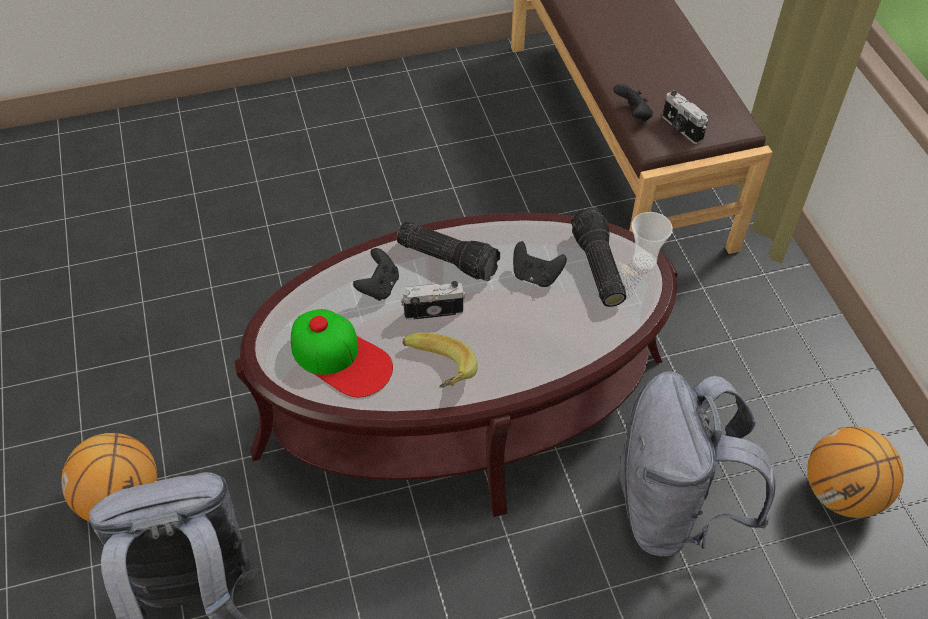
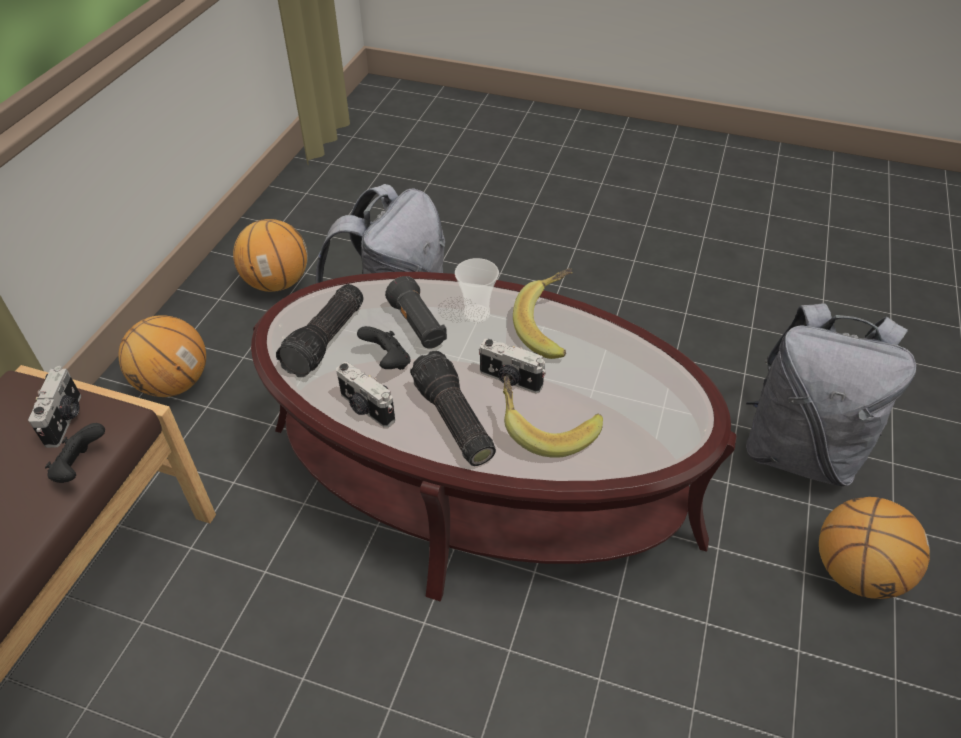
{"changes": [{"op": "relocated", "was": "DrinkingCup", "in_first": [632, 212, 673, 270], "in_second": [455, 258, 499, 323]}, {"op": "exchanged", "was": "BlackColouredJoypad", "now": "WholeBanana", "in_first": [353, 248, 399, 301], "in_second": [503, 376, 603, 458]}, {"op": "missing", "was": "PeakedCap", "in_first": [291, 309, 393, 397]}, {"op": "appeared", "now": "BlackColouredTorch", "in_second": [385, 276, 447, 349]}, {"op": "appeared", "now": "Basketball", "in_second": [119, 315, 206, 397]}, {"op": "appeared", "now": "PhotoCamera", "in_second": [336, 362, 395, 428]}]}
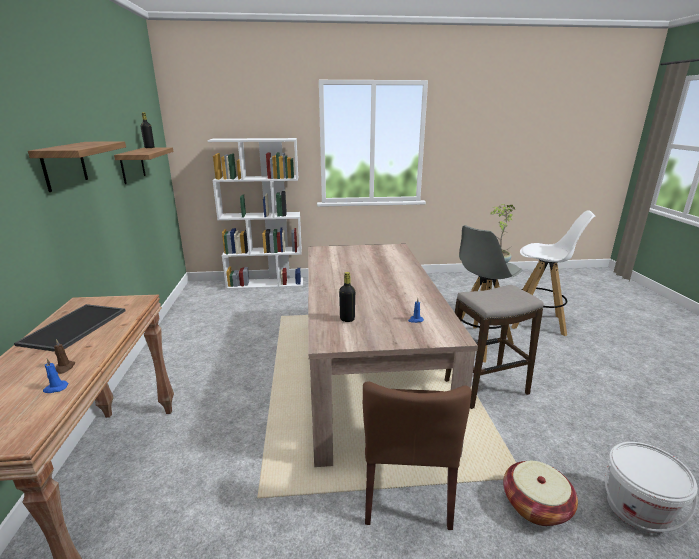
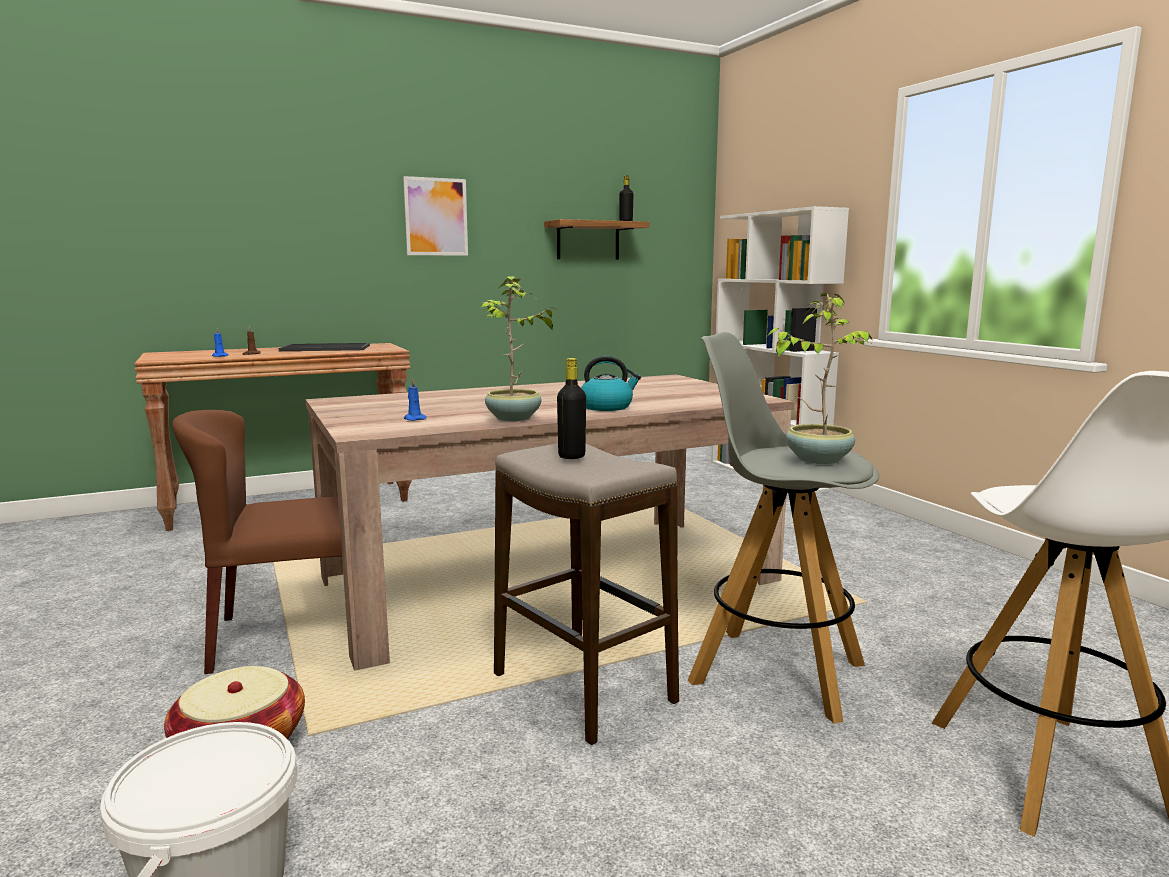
{"changes": [{"op": "exchanged", "was": "Shelf", "now": "WallPicture", "in_first": [28, 141, 126, 192], "in_second": [403, 176, 468, 256]}, {"op": "relocated", "was": "BlackColouredDrinkBottle", "in_first": [339, 272, 355, 322], "in_second": [557, 358, 586, 459]}, {"op": "appeared", "now": "PlantInAPot", "in_second": [481, 276, 555, 421]}, {"op": "appeared", "now": "Kettle", "in_second": [581, 356, 641, 411]}]}
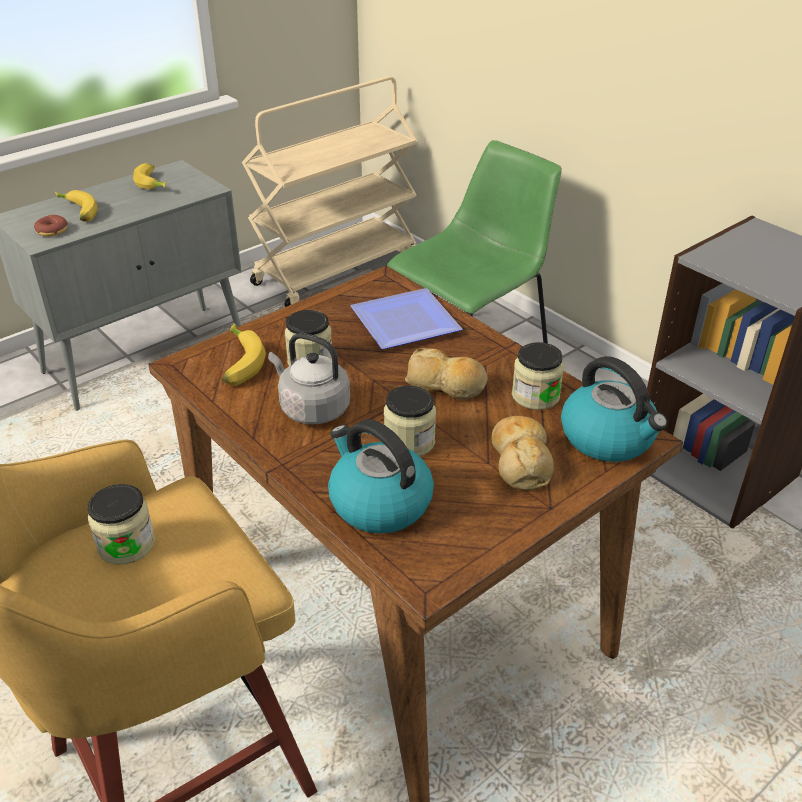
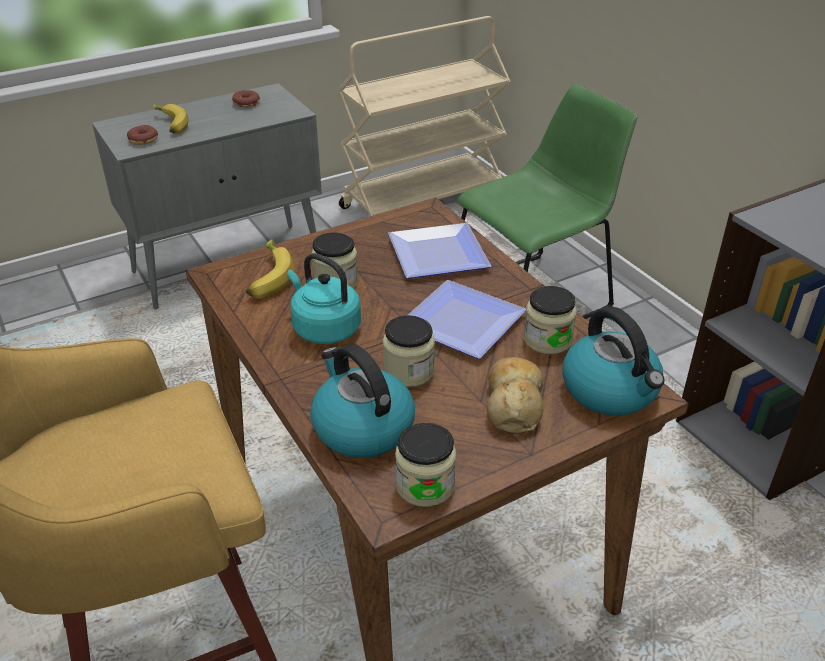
{"changes": [{"op": "exchanged", "was": "WholeBanana", "now": "RingDoughnut", "in_first": [133, 163, 165, 189], "in_second": [232, 90, 260, 107]}, {"op": "colour", "was": "GrayKettle", "now": "TurquoiseKettle", "in_first": [268, 333, 350, 424], "in_second": [287, 253, 361, 344]}, {"op": "exchanged", "was": "BakedBread", "now": "Plate", "in_first": [405, 348, 488, 400], "in_second": [408, 280, 526, 359]}, {"op": "relocated", "was": "StorageJar", "in_first": [87, 484, 155, 565], "in_second": [395, 423, 456, 507]}]}
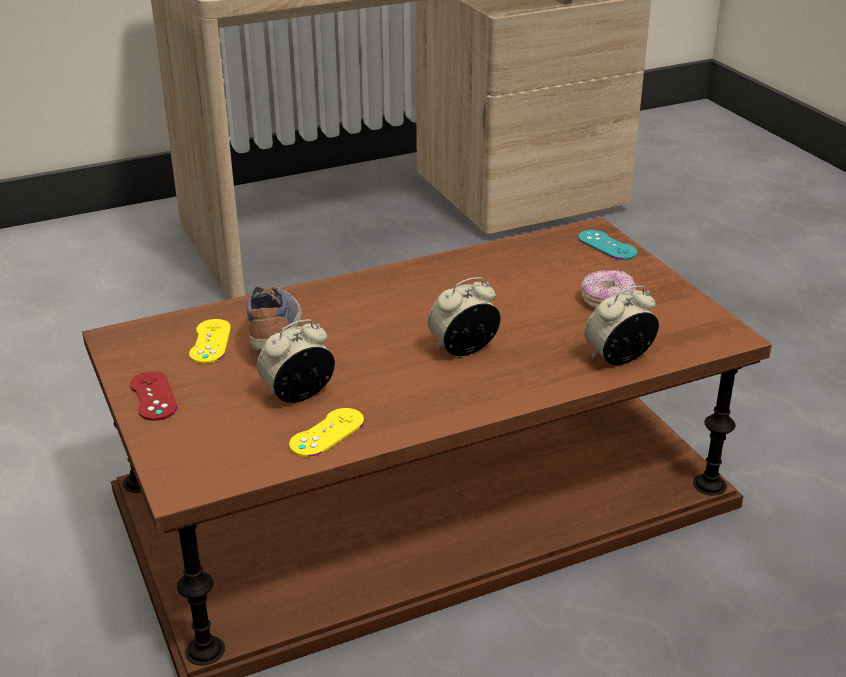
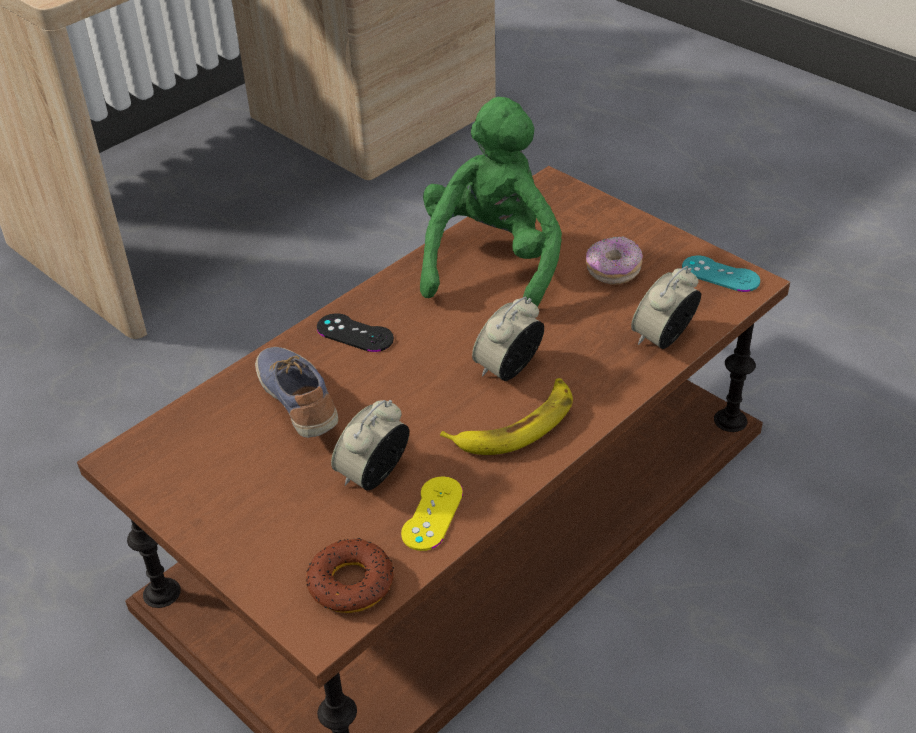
{"changes": [{"op": "relocated", "was": "TurquoiseJoypad", "in_first": [578, 230, 637, 260], "in_second": [682, 256, 760, 292]}, {"op": "missing", "was": "YellowishJoypad", "in_first": [189, 319, 231, 364]}, {"op": "missing", "was": "RedColouredJoypad", "in_first": [130, 371, 177, 421]}, {"op": "appeared", "now": "GreenColouredPlushToy", "in_second": [420, 97, 562, 307]}, {"op": "appeared", "now": "BlackColouredJoypad", "in_second": [317, 313, 394, 352]}, {"op": "appeared", "now": "WholeBanana", "in_second": [440, 378, 573, 455]}, {"op": "appeared", "now": "RingDoughnut", "in_second": [306, 538, 394, 613]}]}
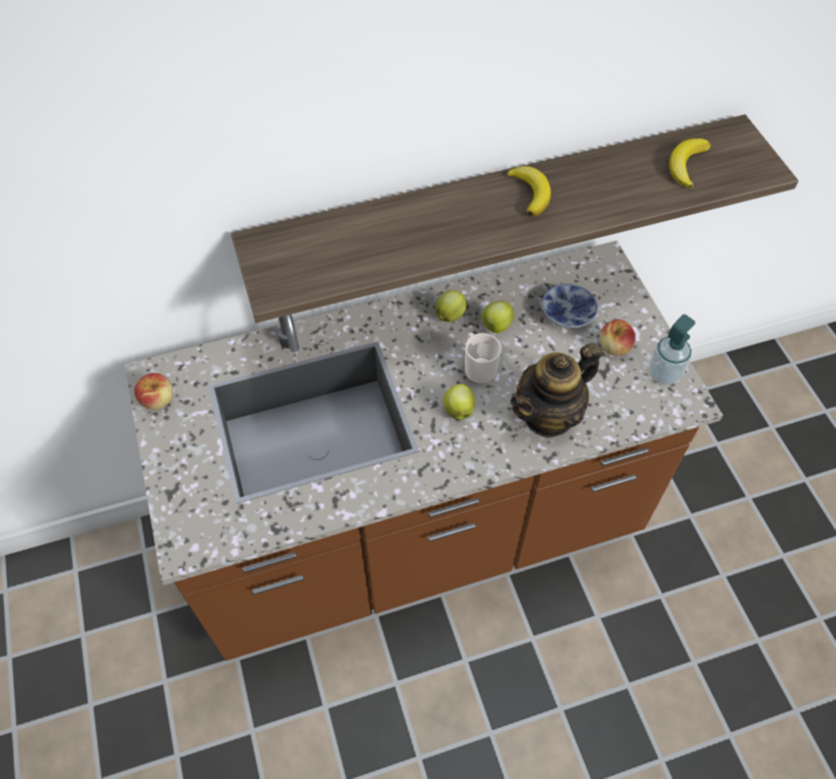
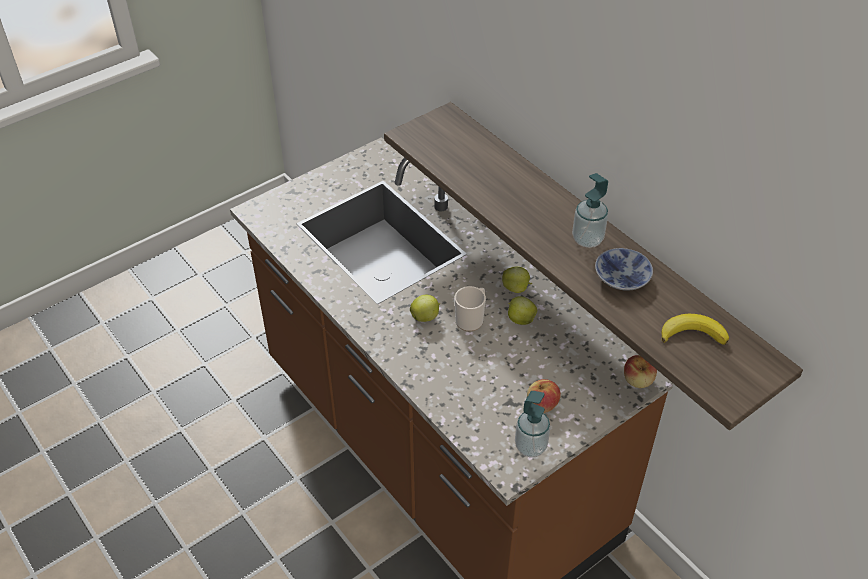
{"changes": [{"op": "exchanged", "was": "WholeBanana", "now": "SoapBottle", "in_first": [506, 166, 551, 216], "in_second": [572, 173, 608, 248]}, {"op": "relocated", "was": "Bowl", "in_first": [542, 284, 598, 328], "in_second": [595, 248, 653, 291]}, {"op": "missing", "was": "PotForTea", "in_first": [510, 343, 601, 438]}, {"op": "relocated", "was": "WholeApple", "in_first": [134, 373, 173, 410], "in_second": [624, 355, 657, 388]}]}
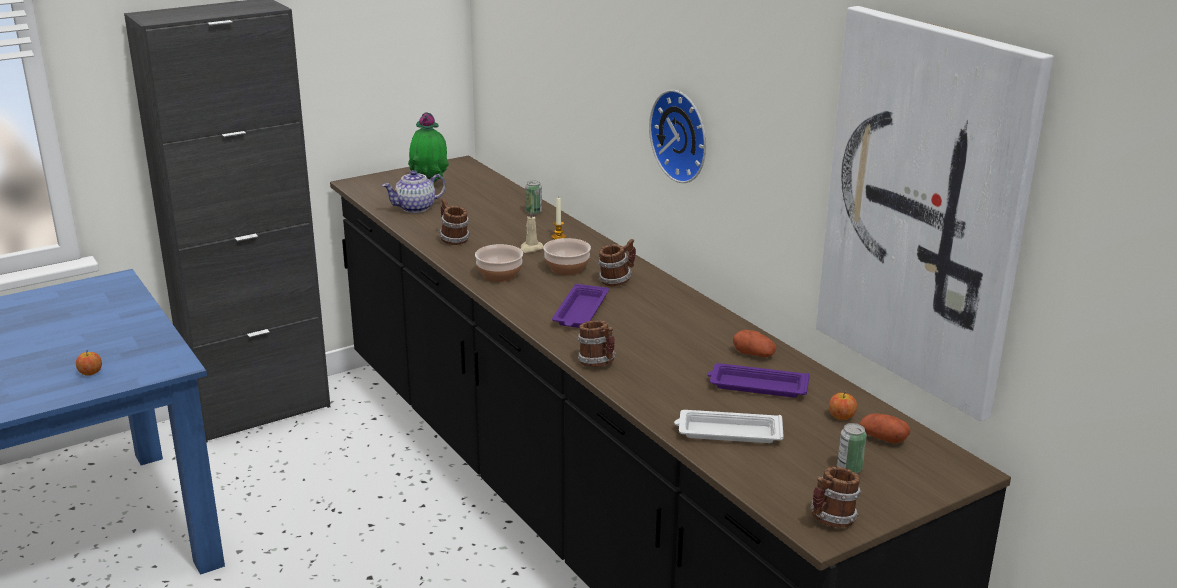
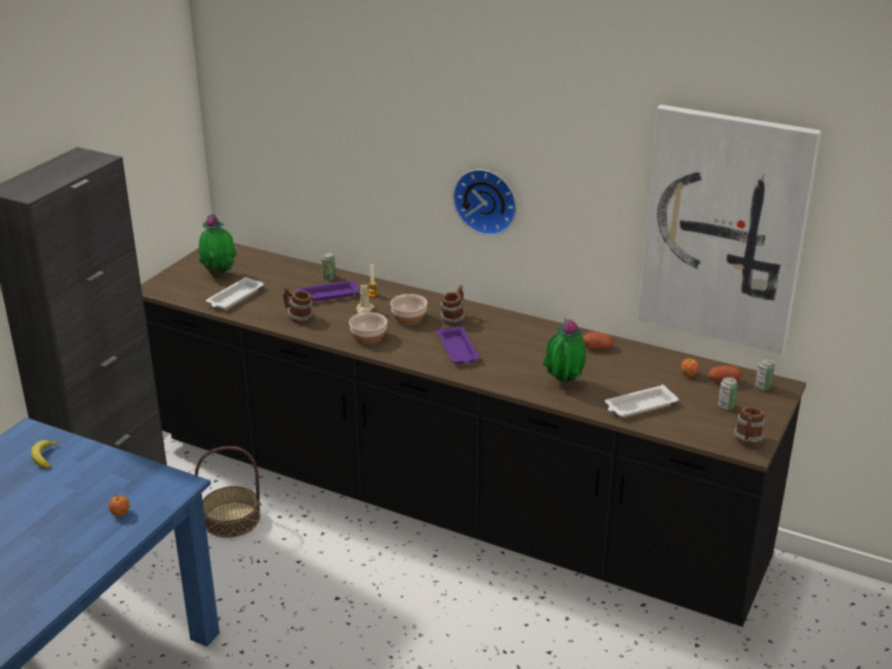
{"changes": [{"op": "exchanged", "was": "PotForTea", "now": "WhiteTray", "in_first": [382, 170, 446, 213], "in_second": [206, 277, 264, 309]}, {"op": "missing", "was": "Mug", "in_first": [578, 320, 616, 367]}, {"op": "relocated", "was": "PurpleColouredTray", "in_first": [707, 363, 810, 398], "in_second": [296, 280, 360, 302]}, {"op": "appeared", "now": "PlantInAPot", "in_second": [543, 318, 586, 383]}, {"op": "appeared", "now": "MetalCan", "in_second": [755, 358, 775, 390]}, {"op": "appeared", "now": "WholeBanana", "in_second": [31, 440, 59, 469]}, {"op": "appeared", "now": "StorageBasket", "in_second": [195, 446, 260, 538]}]}
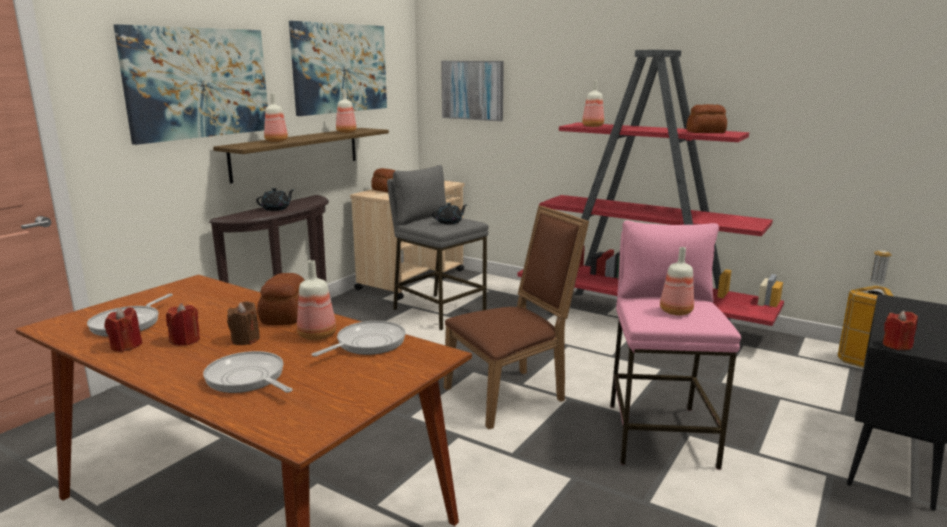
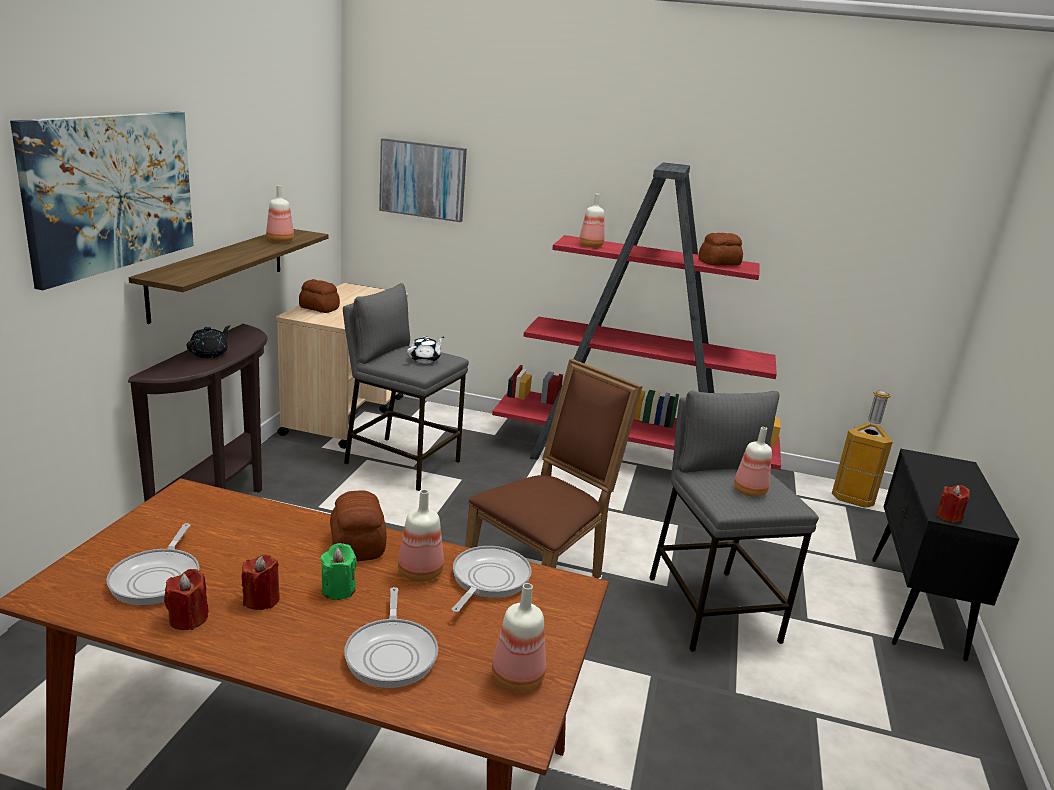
{"changes": [{"op": "missing", "was": "WallPicture", "in_first": [289, 21, 387, 116]}, {"op": "relocated", "was": "DrinkBottle", "in_first": [264, 93, 288, 142], "in_second": [492, 583, 546, 692]}, {"op": "colour", "was": "BlackColouredPotForTea", "now": "WhitePotForTea", "in_first": [432, 203, 467, 224], "in_second": [407, 336, 444, 364]}, {"op": "colour", "was": "PinkStoolSeat", "now": "GrayStoolSeat", "in_first": [610, 220, 741, 470], "in_second": [650, 391, 819, 652]}, {"op": "colour", "was": "BrownColouredCandle", "now": "GreenColouredCandle", "in_first": [227, 301, 260, 345], "in_second": [321, 543, 357, 600]}, {"op": "spun", "was": "Skillet", "in_first": [203, 351, 293, 393], "in_second": [344, 587, 438, 688], "clockwise": -120}]}
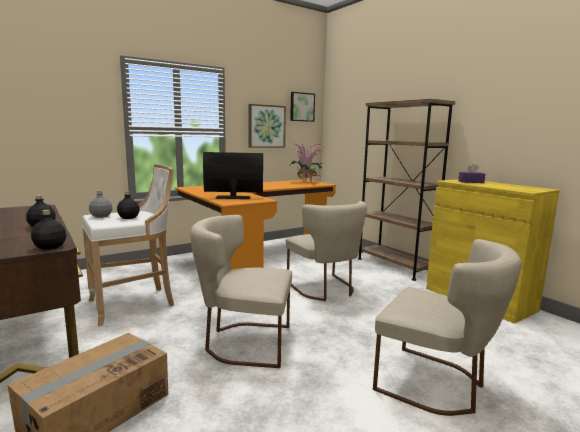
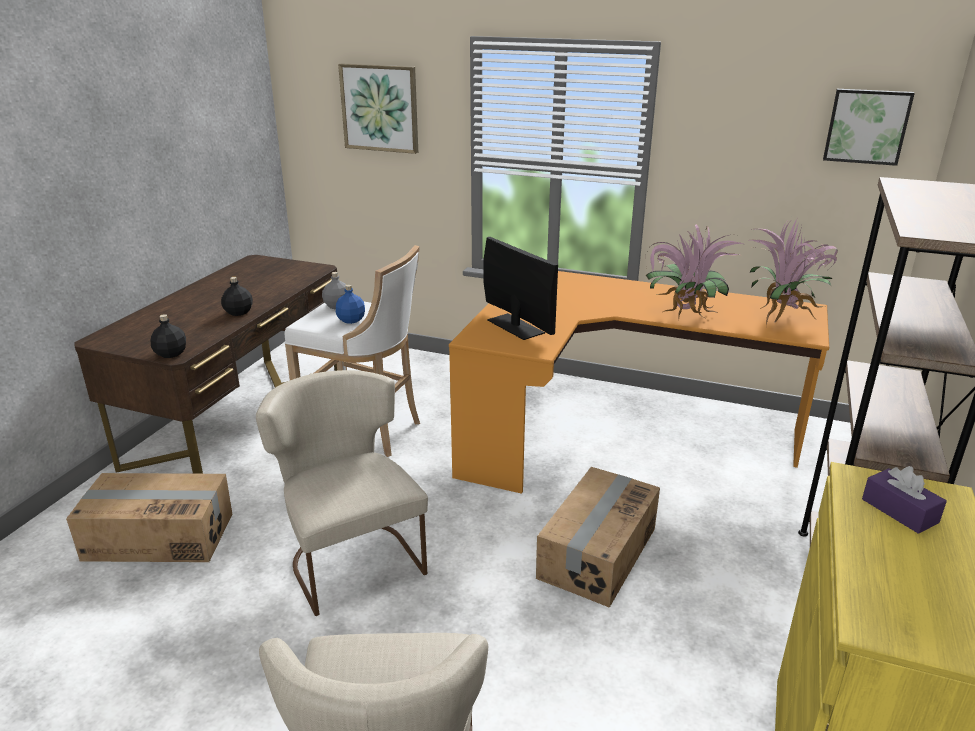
{"changes": [{"op": "relocated", "was": "WallPicture", "in_first": [249, 104, 286, 148], "in_second": [338, 63, 418, 154]}, {"op": "colour", "was": "BlackColouredDrinkBottle", "now": "BlueDrinkBottle", "in_first": [117, 192, 140, 219], "in_second": [336, 285, 365, 324]}, {"op": "exchanged", "was": "SandColouredPlainChair", "now": "Carton", "in_first": [286, 201, 367, 301], "in_second": [536, 467, 660, 608]}, {"op": "appeared", "now": "PlantInAPot", "in_second": [645, 224, 743, 318]}]}
